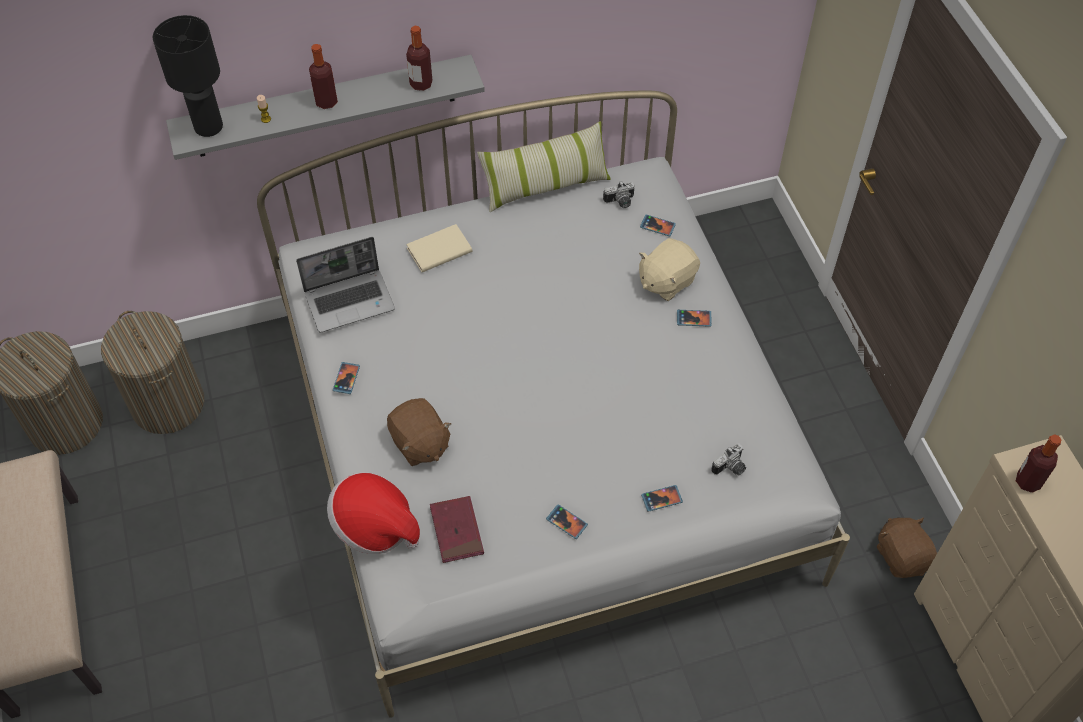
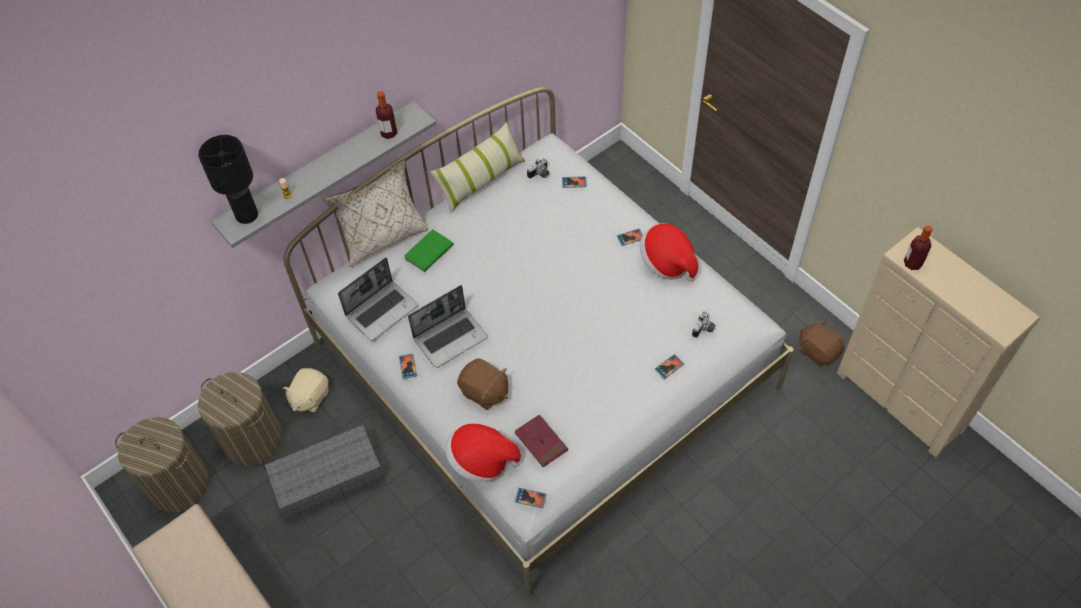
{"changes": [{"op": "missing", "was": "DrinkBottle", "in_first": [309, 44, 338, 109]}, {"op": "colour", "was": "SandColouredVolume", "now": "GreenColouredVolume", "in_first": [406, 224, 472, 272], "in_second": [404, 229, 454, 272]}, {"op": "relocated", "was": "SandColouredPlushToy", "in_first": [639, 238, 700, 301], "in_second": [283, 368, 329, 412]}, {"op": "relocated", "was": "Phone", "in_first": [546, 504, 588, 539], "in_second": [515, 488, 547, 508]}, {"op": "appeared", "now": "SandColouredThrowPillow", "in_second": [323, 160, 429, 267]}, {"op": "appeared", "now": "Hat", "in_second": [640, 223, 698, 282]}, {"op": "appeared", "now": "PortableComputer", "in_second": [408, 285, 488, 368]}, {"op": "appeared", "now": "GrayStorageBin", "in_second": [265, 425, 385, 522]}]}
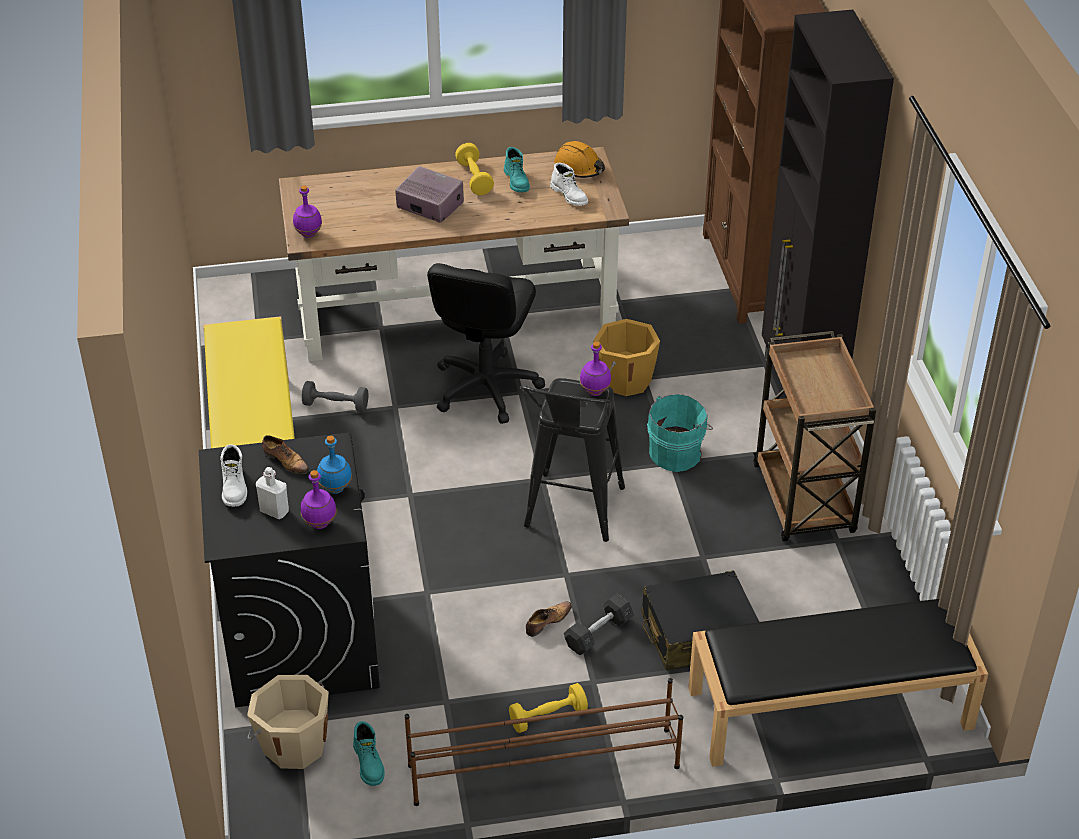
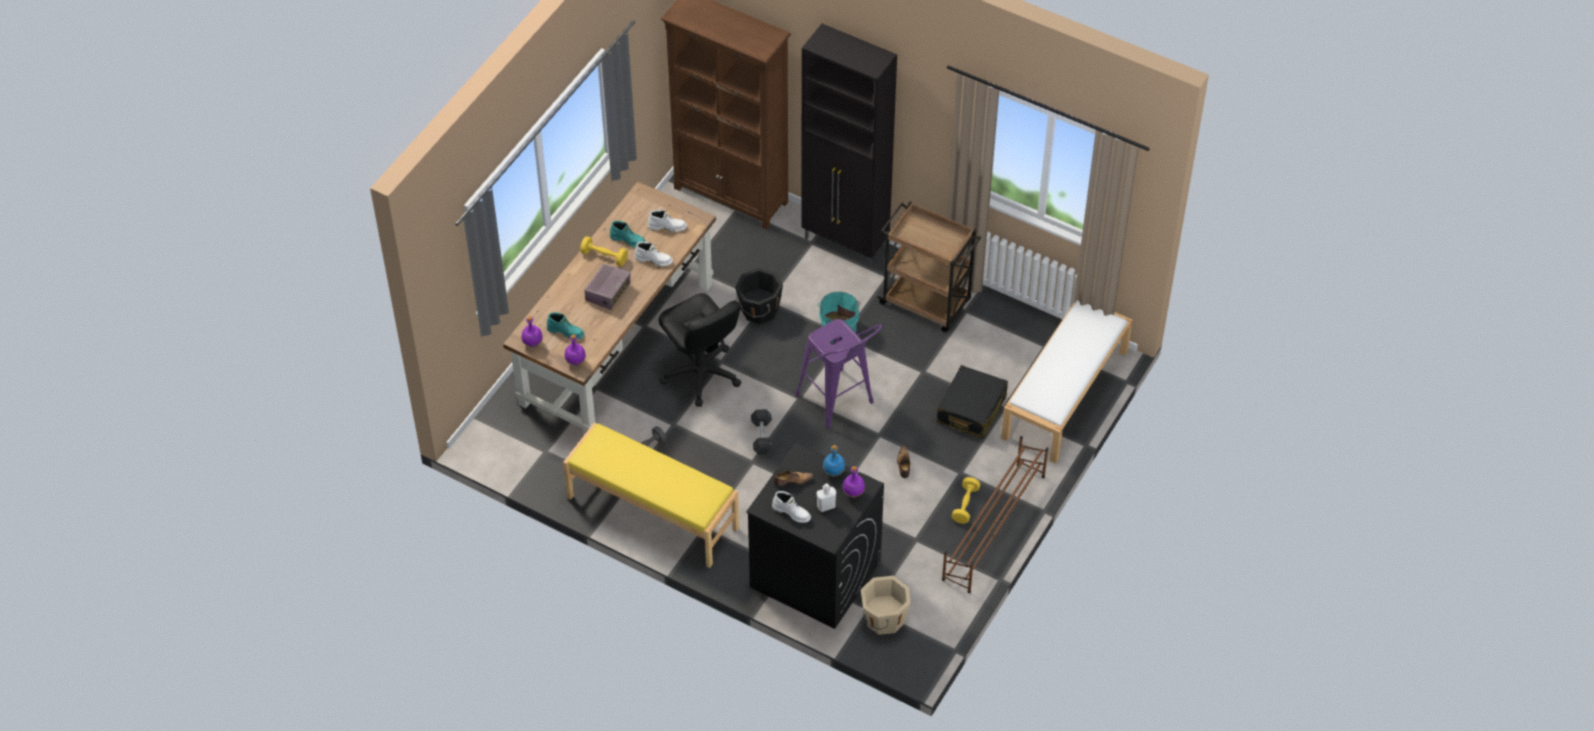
{"changes": [{"op": "missing", "was": "OrangeHardHat", "in_first": [554, 141, 605, 178]}, {"op": "spun", "was": "RadioReceiver", "in_first": [395, 166, 464, 223], "in_second": [584, 264, 631, 310], "clockwise": 135}, {"op": "colour", "was": "OrangePail", "now": "BlackColouredPail", "in_first": [593, 319, 660, 396], "in_second": [735, 268, 783, 324]}, {"op": "relocated", "was": "PurpleColouredDrinkBottle", "in_first": [580, 342, 611, 396], "in_second": [522, 316, 543, 348]}, {"op": "colour", "was": "BlackColouredStoolSeat", "now": "PurpleColouredStoolSeat", "in_first": [520, 378, 625, 542], "in_second": [796, 319, 882, 429]}, {"op": "relocated", "was": "GrayHandWeight", "in_first": [564, 593, 634, 656], "in_second": [751, 409, 774, 455]}, {"op": "colour", "was": "BlackColouredIndoorBench", "now": "WhiteIndoorBench", "in_first": [688, 599, 988, 767], "in_second": [1001, 300, 1133, 464]}, {"op": "relocated", "was": "TurquoiseTallBoot", "in_first": [353, 721, 385, 786], "in_second": [547, 312, 584, 339]}, {"op": "appeared", "now": "WhiteTallBoot", "in_second": [634, 241, 673, 266]}]}
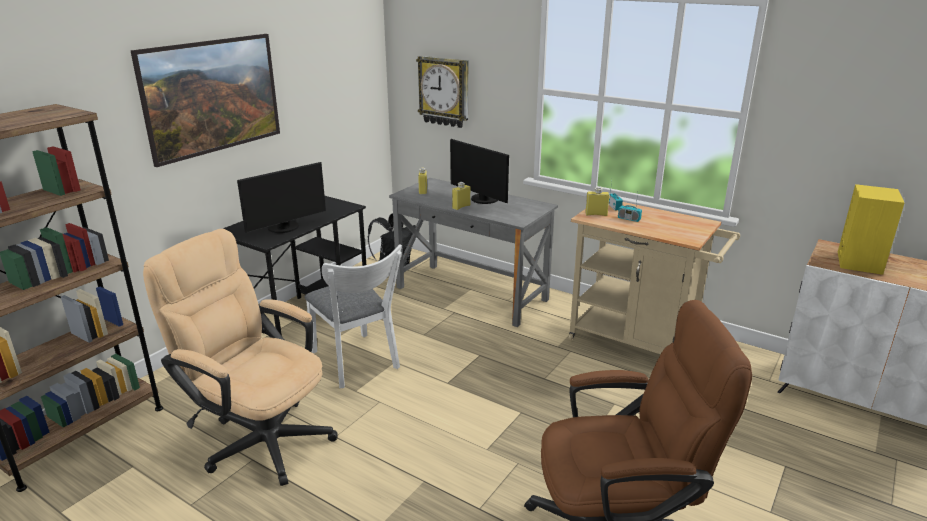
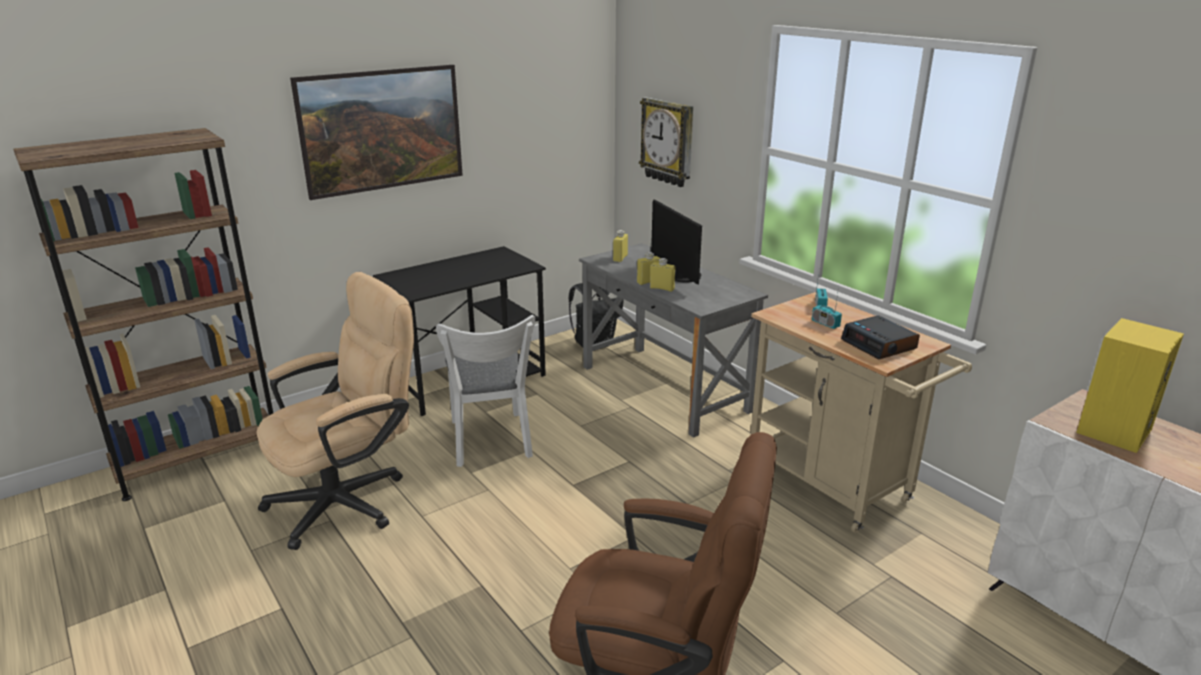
{"changes": [{"op": "missing", "was": "ComputerDisplay", "in_first": [237, 162, 326, 233]}, {"op": "relocated", "was": "YellowishDrinkBottle", "in_first": [585, 187, 609, 216], "in_second": [650, 258, 675, 292]}, {"op": "spun", "was": "SandColouredDeskChair", "in_first": [143, 229, 338, 486], "in_second": [257, 272, 414, 550], "clockwise": 90}, {"op": "appeared", "now": "BedsideClock", "in_second": [841, 315, 920, 359]}]}
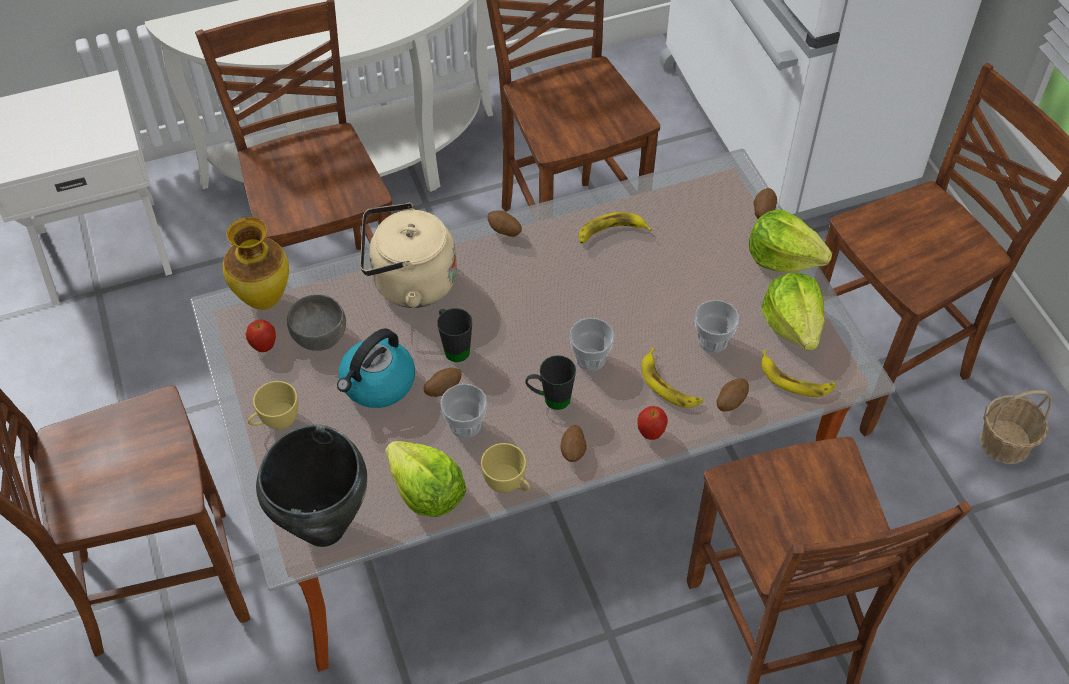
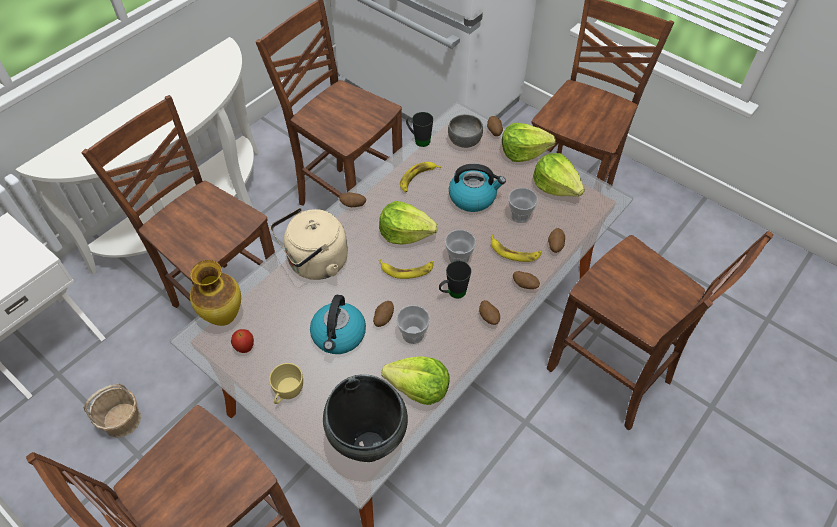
{"changes": [{"op": "relocated", "was": "GrayBowl", "in_first": [287, 294, 346, 351], "in_second": [448, 114, 483, 148]}, {"op": "relocated", "was": "BlackColouredMug", "in_first": [437, 308, 472, 362], "in_second": [406, 112, 433, 147]}, {"op": "relocated", "was": "WholeBanana", "in_first": [761, 350, 836, 397], "in_second": [379, 259, 434, 279]}, {"op": "relocated", "was": "StorageBasket", "in_first": [979, 390, 1052, 464], "in_second": [83, 383, 141, 438]}, {"op": "exchanged", "was": "WholeApple", "now": "Potato", "in_first": [637, 406, 668, 440], "in_second": [513, 271, 540, 289]}, {"op": "missing", "was": "YellowishDrinkingCup", "in_first": [481, 443, 530, 493]}, {"op": "appeared", "now": "Kettle", "in_second": [449, 164, 506, 212]}, {"op": "appeared", "now": "Lettuce", "in_second": [379, 201, 438, 245]}]}
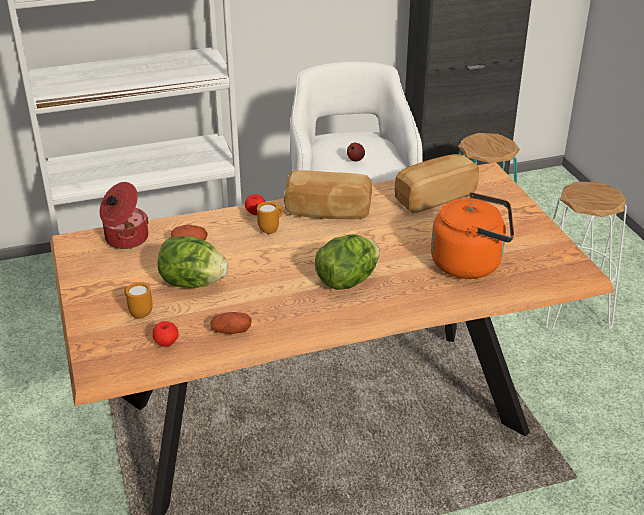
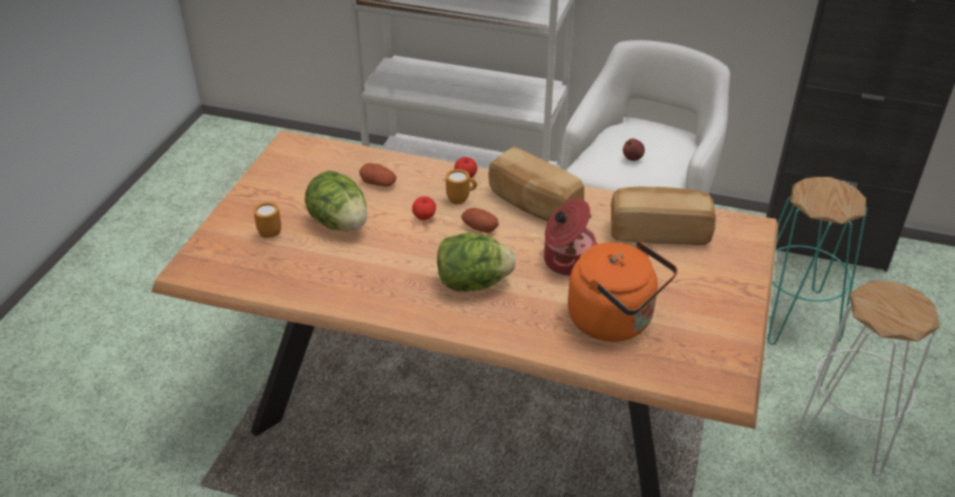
{"changes": [{"op": "relocated", "was": "CookingPot", "in_first": [100, 182, 149, 249], "in_second": [544, 199, 598, 276]}, {"op": "relocated", "was": "Potato", "in_first": [210, 312, 251, 334], "in_second": [461, 208, 499, 233]}, {"op": "relocated", "was": "WholeApple", "in_first": [153, 321, 179, 347], "in_second": [412, 196, 436, 220]}]}
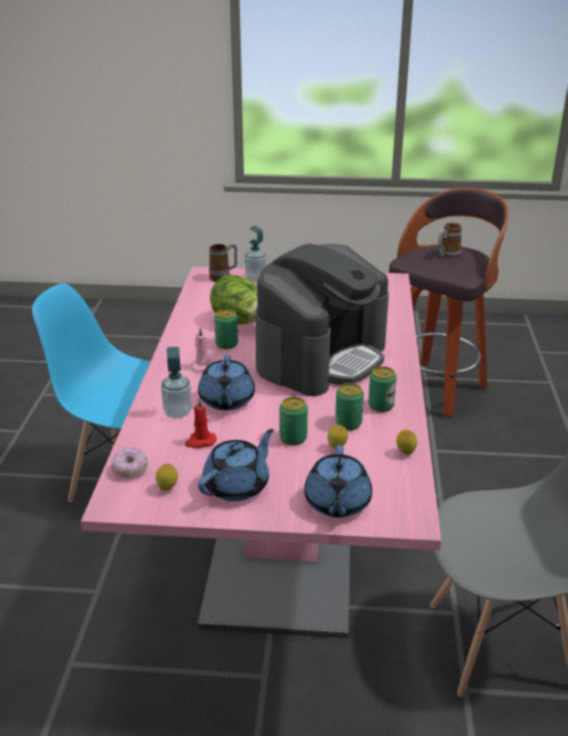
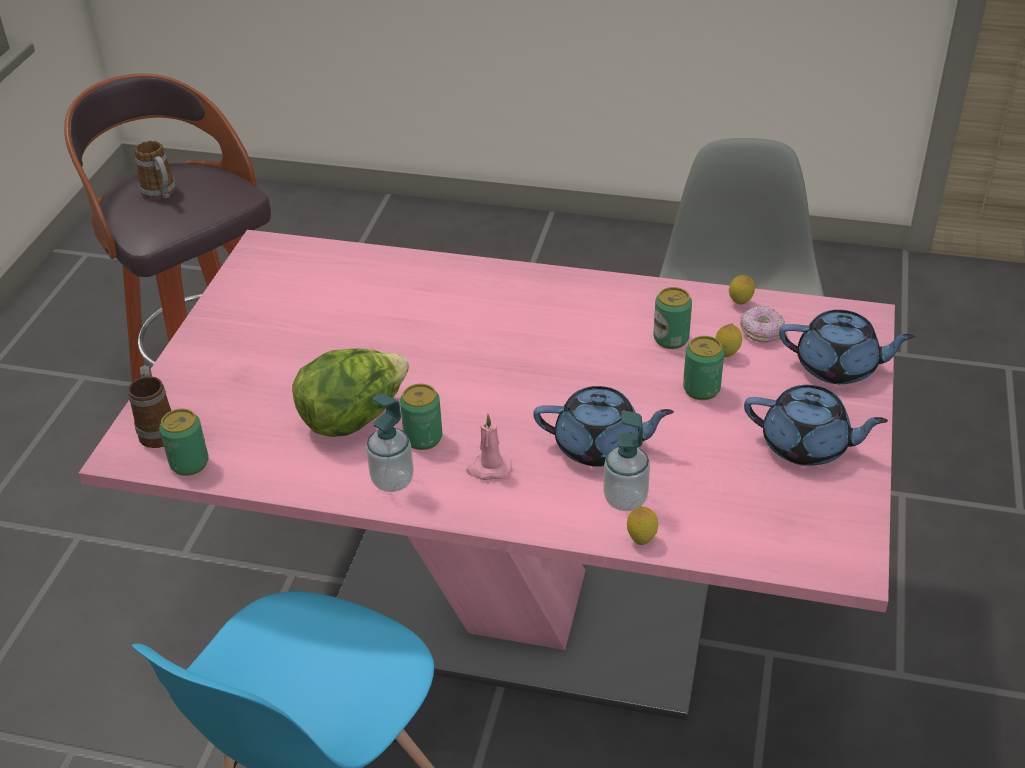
{"changes": [{"op": "relocated", "was": "SoapBottle", "in_first": [245, 226, 266, 282], "in_second": [366, 393, 414, 492]}, {"op": "missing", "was": "CoffeeMaker", "in_first": [255, 243, 389, 396]}, {"op": "relocated", "was": "MetalCan", "in_first": [368, 366, 397, 412], "in_second": [159, 409, 209, 476]}, {"op": "missing", "was": "RedColouredCandle", "in_first": [185, 398, 217, 448]}, {"op": "spun", "was": "BluePotForTea", "in_first": [198, 429, 274, 501], "in_second": [744, 385, 888, 466], "clockwise": 150}, {"op": "relocated", "was": "RingDoughnut", "in_first": [111, 447, 148, 478], "in_second": [740, 306, 785, 342]}, {"op": "relocated", "was": "WholeLemon", "in_first": [156, 463, 178, 491], "in_second": [627, 506, 658, 545]}]}
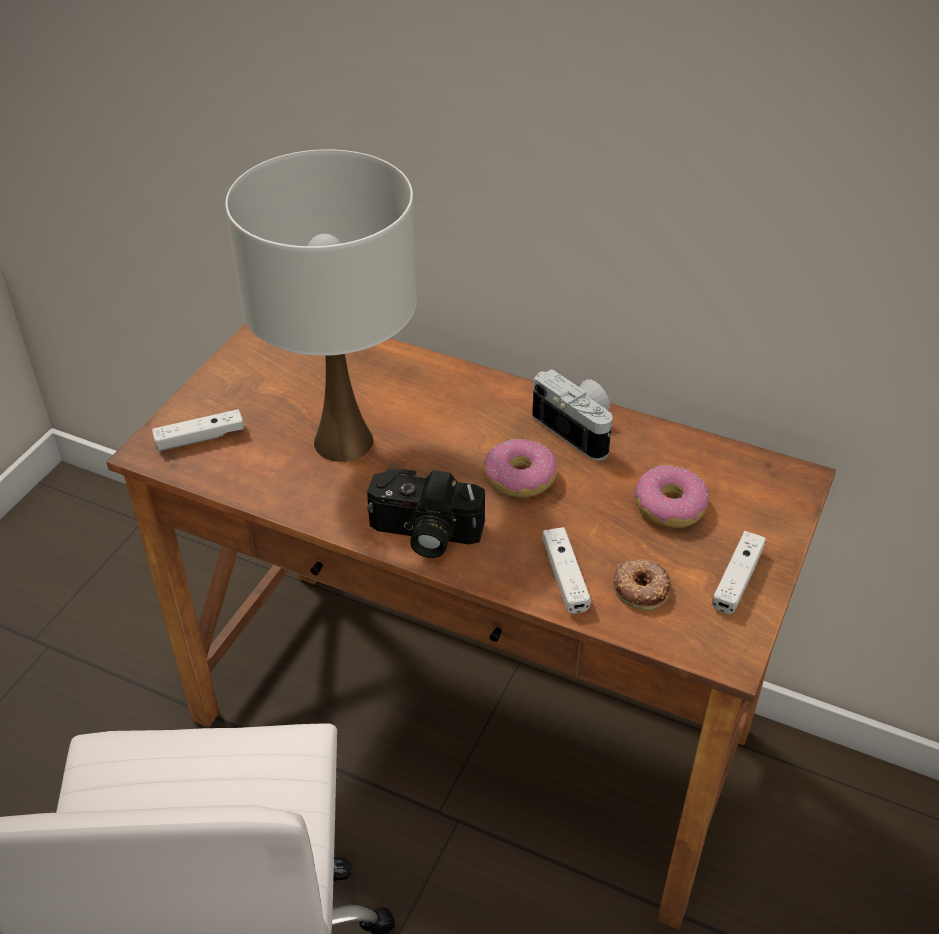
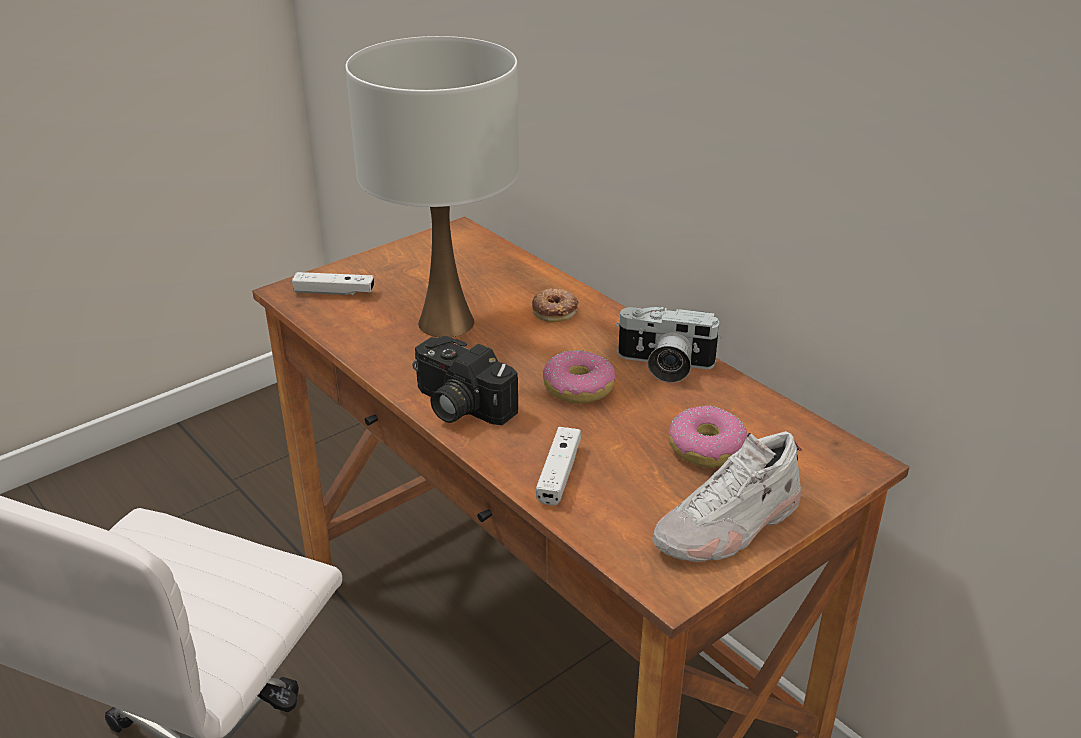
{"changes": [{"op": "spun", "was": "PhotoCamera", "in_first": [532, 369, 613, 461], "in_second": [616, 307, 722, 383], "clockwise": 120}, {"op": "exchanged", "was": "WhiteJoypad", "now": "WhiteShoe", "in_first": [712, 531, 766, 614], "in_second": [652, 431, 802, 562]}, {"op": "relocated", "was": "RingDoughnut", "in_first": [613, 559, 671, 611], "in_second": [532, 289, 579, 322]}]}
